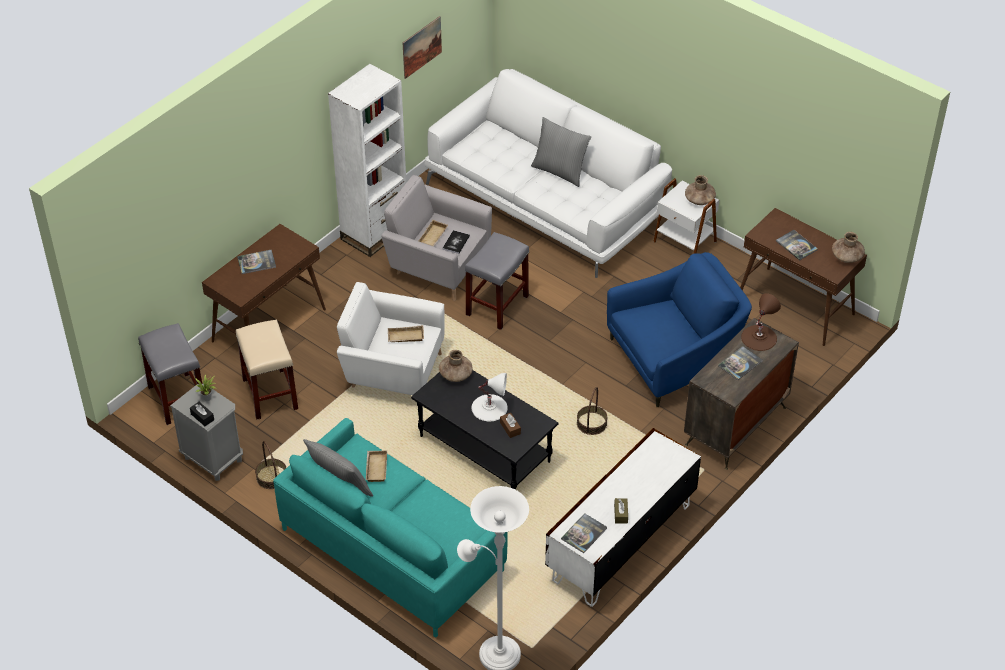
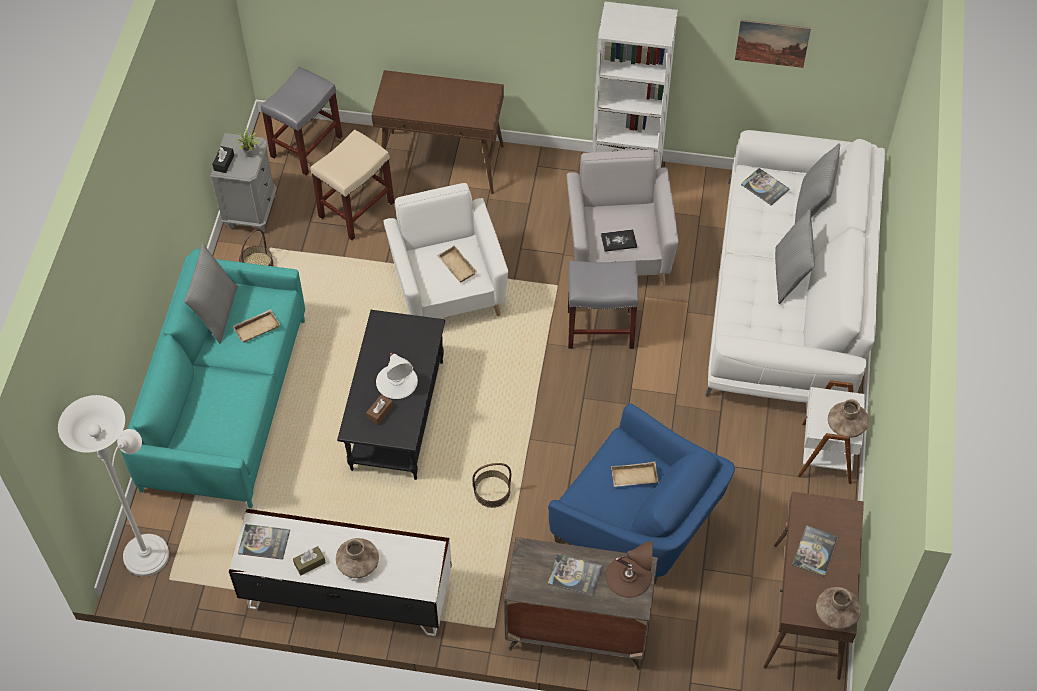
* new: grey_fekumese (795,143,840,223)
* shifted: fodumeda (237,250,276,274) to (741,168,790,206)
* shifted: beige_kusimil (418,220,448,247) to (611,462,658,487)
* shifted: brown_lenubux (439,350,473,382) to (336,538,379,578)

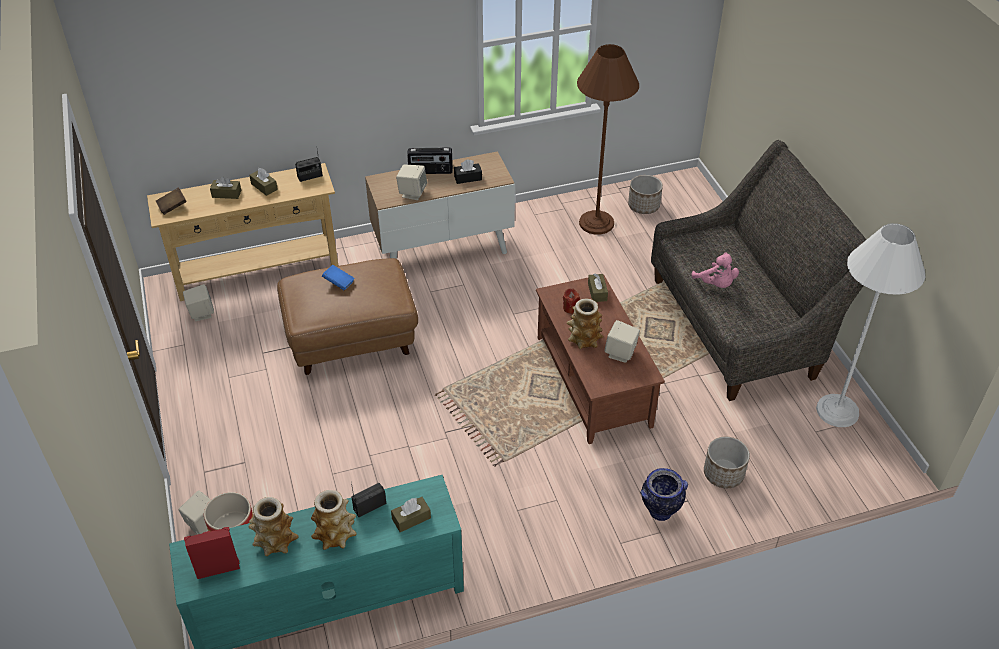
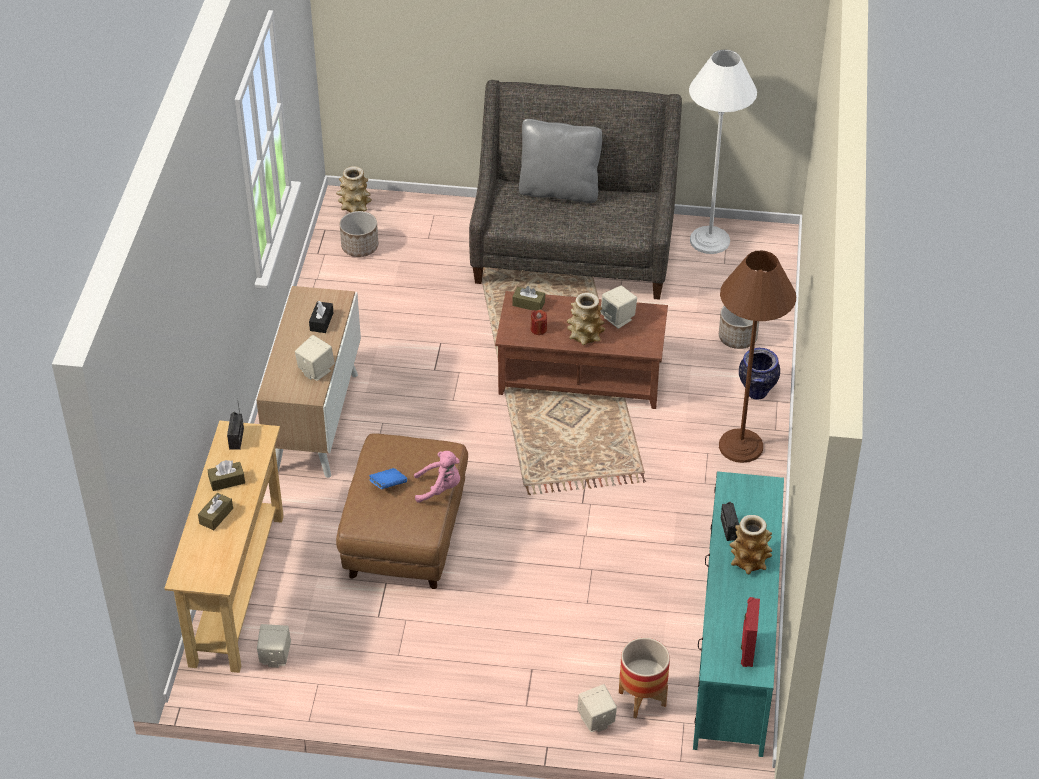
* gone: brown_fodumeda (156,188,187,215)
* gone: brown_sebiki (391,497,431,532)
* gone: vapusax (407,148,453,174)
* new: grey_fekumese (519,119,602,203)
* shifted: lenubux (248,497,299,556) to (336,166,372,212)
* shifted: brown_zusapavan (577,44,639,235) to (719,250,796,463)
* shifted: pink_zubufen (691,253,739,288) to (414,451,460,503)

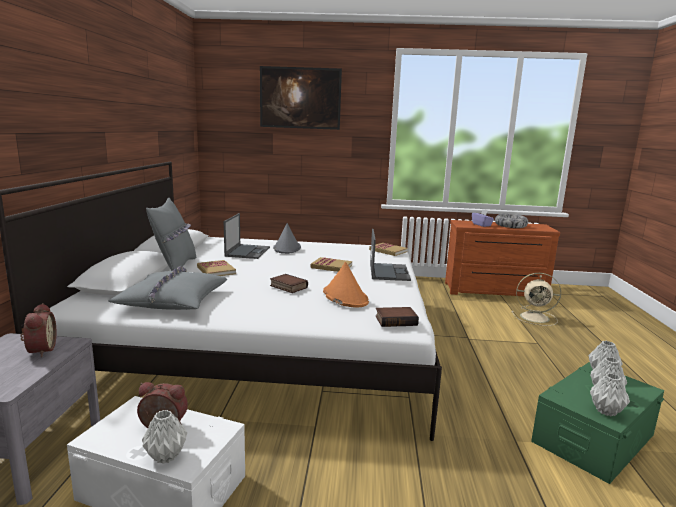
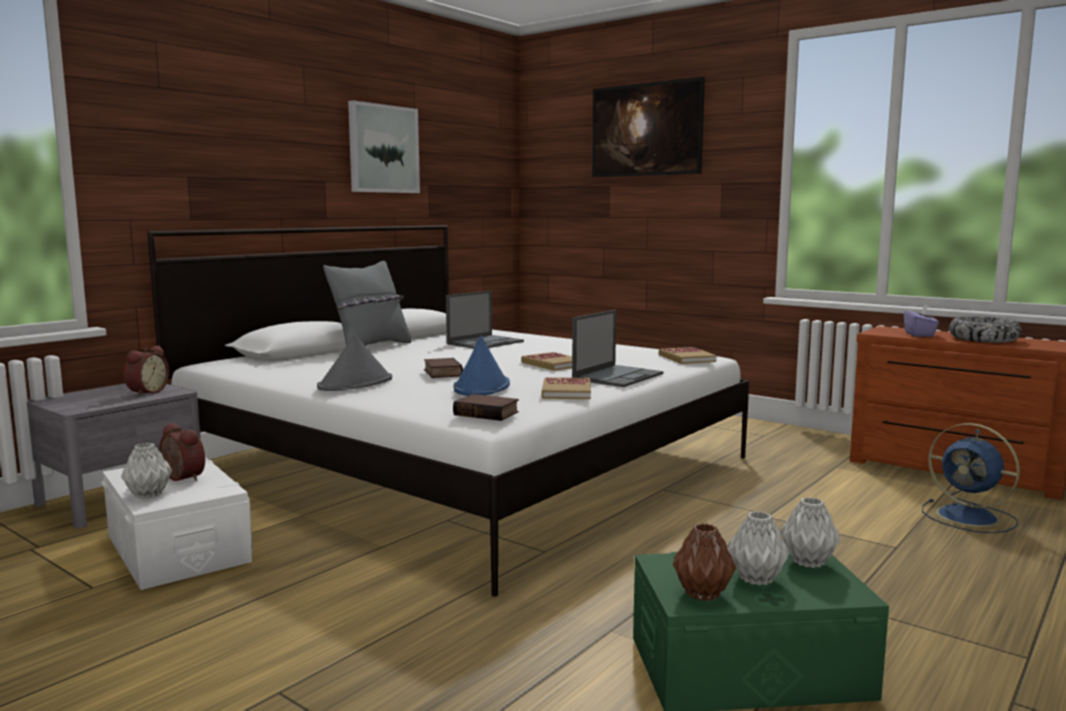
* gone: grey_fekumese (108,266,227,310)
* new: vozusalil (348,100,420,193)
* shifted: fodumeda (197,260,236,276) to (541,377,591,399)
* shifted: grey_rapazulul (273,223,301,254) to (317,334,392,391)
* repainted: orange_rapazulul (323,262,369,308) to blue_rapazulul (453,336,510,396)
* repainted: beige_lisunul (512,273,561,326) to blue_lisunul (922,423,1020,533)
* repainted: grey_lenubux (590,373,630,417) to brown_lenubux (673,523,736,601)

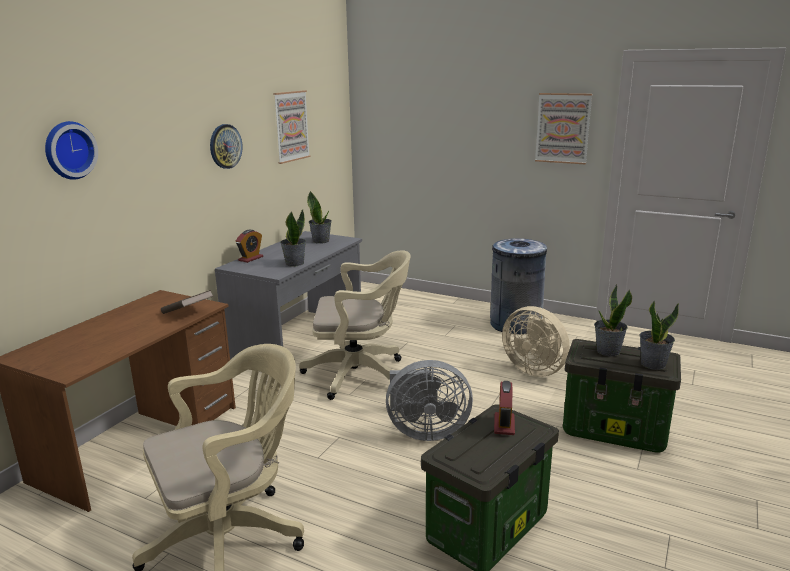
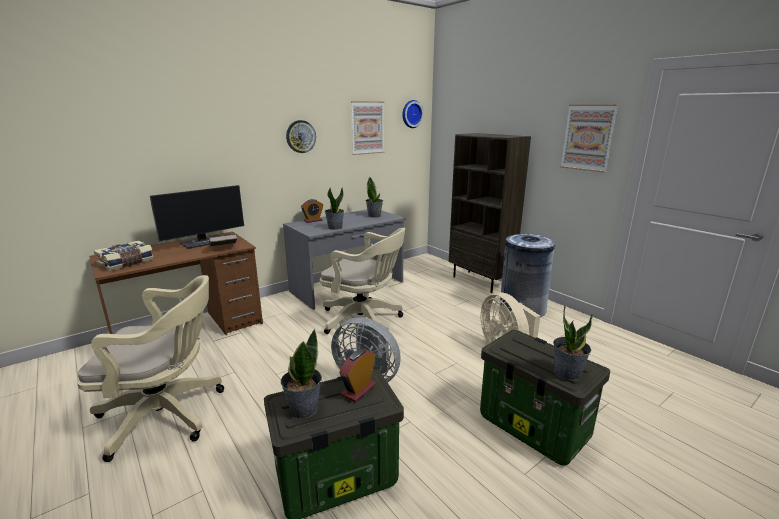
* new: fodumeda (94,241,154,271)
* new: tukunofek (150,185,244,249)
* new: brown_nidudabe (449,133,531,293)
* shifted: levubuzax (45,121,98,180) to (402,100,424,128)
* shifted: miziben (594,284,632,357) to (281,329,322,418)

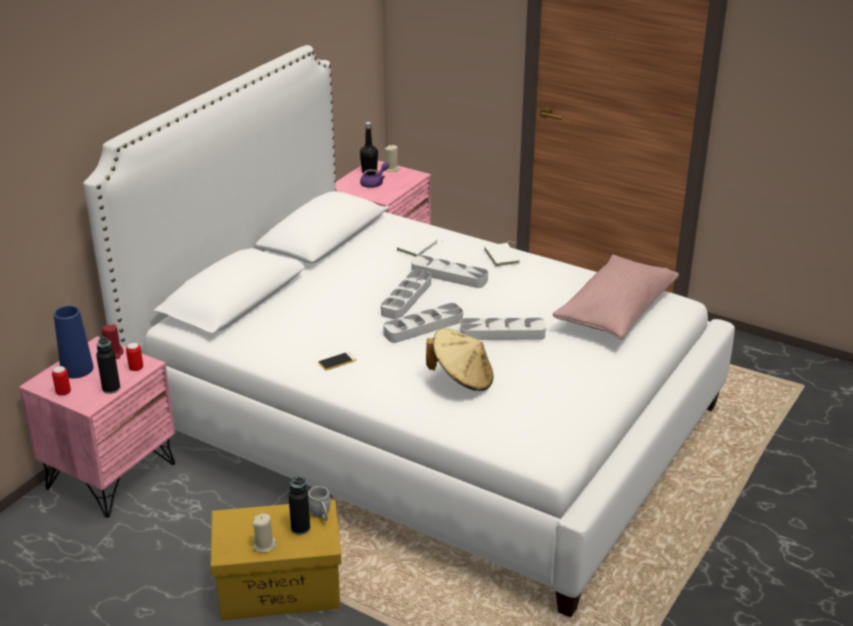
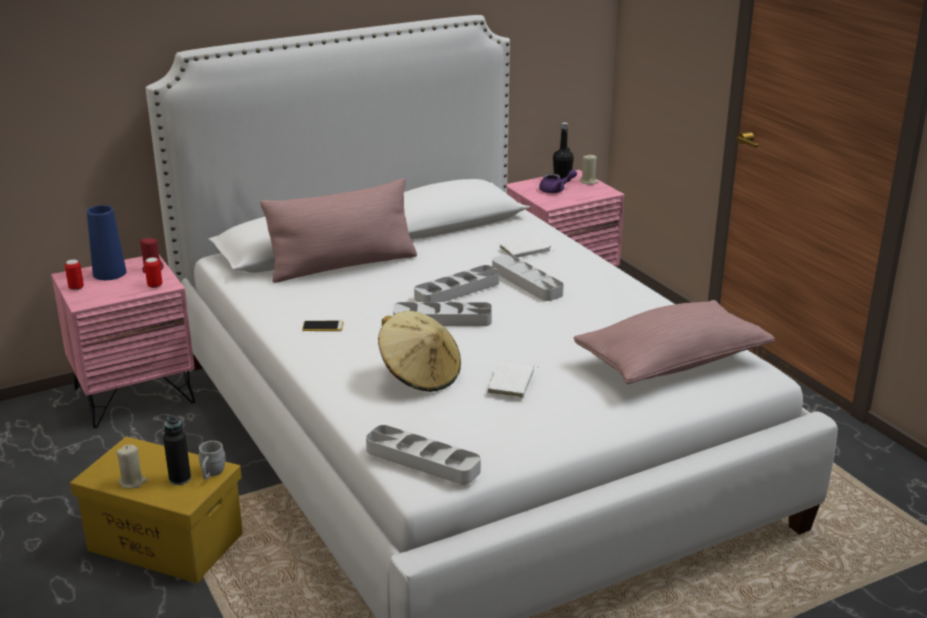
* gone: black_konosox (96,337,120,394)
* new: pink_fekumese (260,178,417,283)
* shifted: grey_kusimil (460,318,546,340) to (366,425,481,485)
* shifted: white_fodumeda (484,242,520,267) to (487,363,545,398)

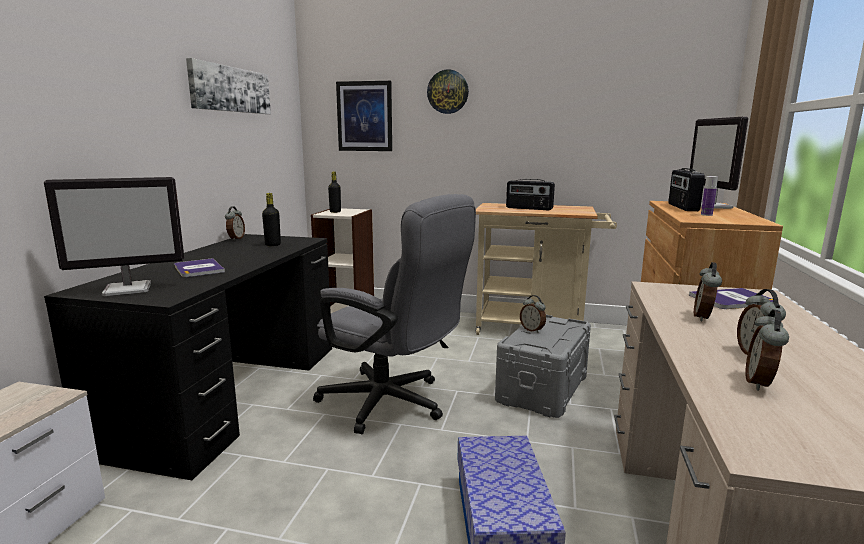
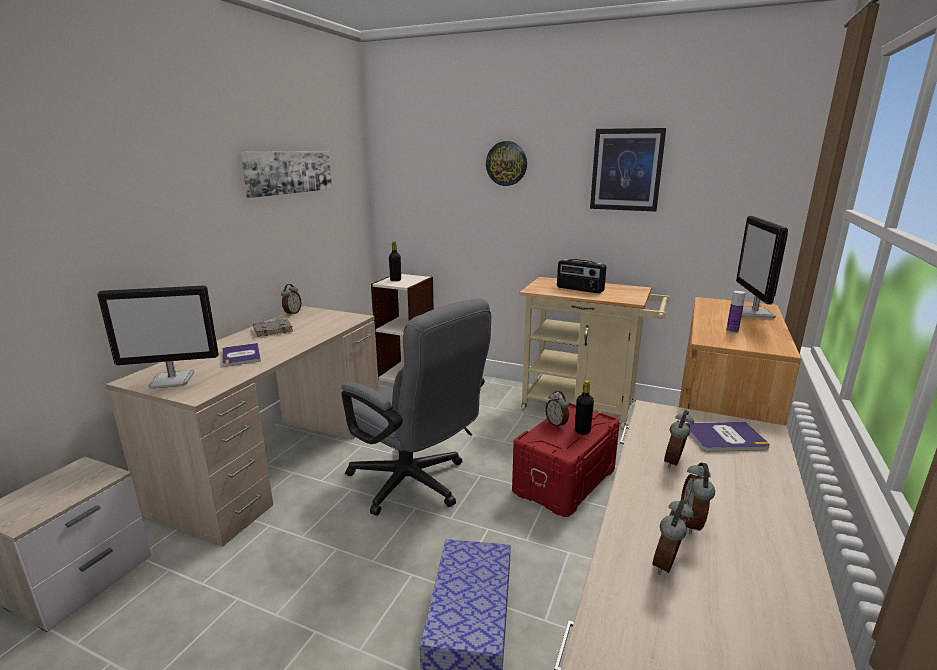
* gone: vapusax (668,168,705,211)
* new: grey_fodumeda (253,319,293,337)
* shifted: black_konosox (262,193,281,246) to (575,380,594,435)
* shifted: vozusalil (336,81,392,151) to (590,128,666,212)
* repainted: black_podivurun (44,234,332,480) to beige_podivurun (106,306,379,547)
* repainted: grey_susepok (495,315,591,418) to red_susepok (512,403,620,517)

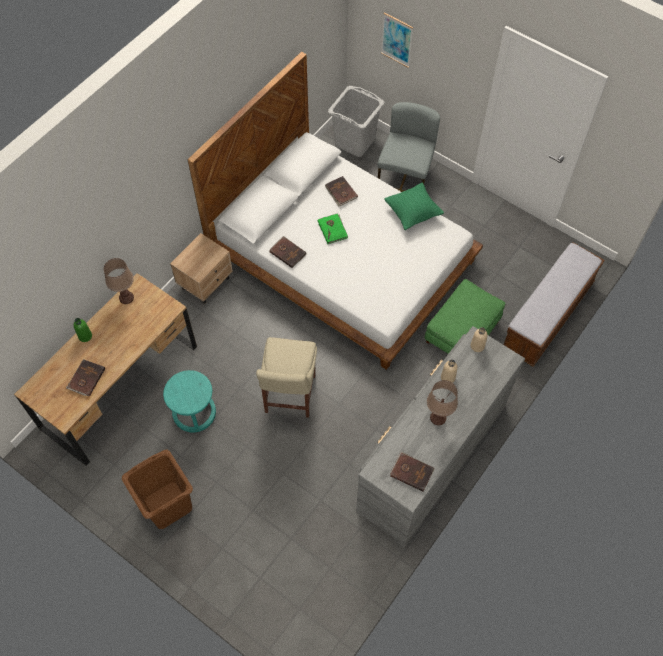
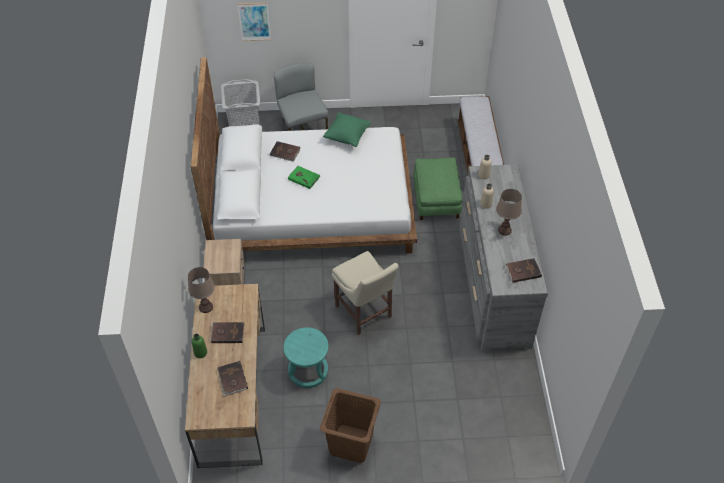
* shifted: brown_fodumeda (269,236,306,268) to (210,322,244,343)

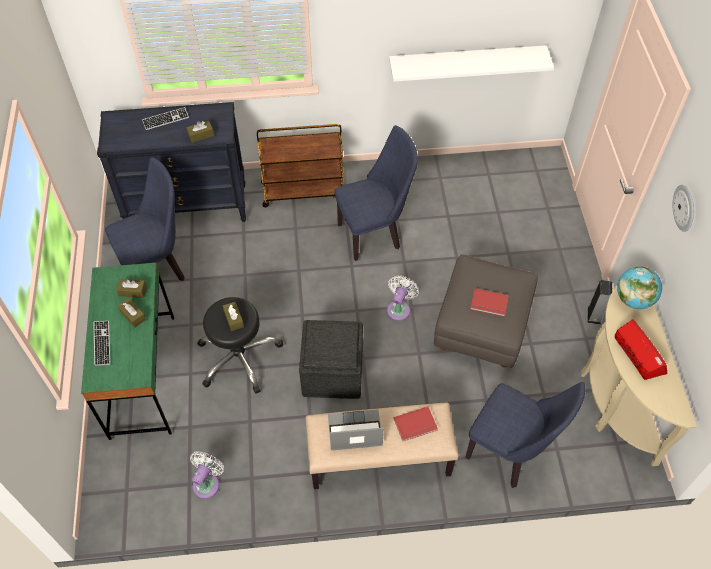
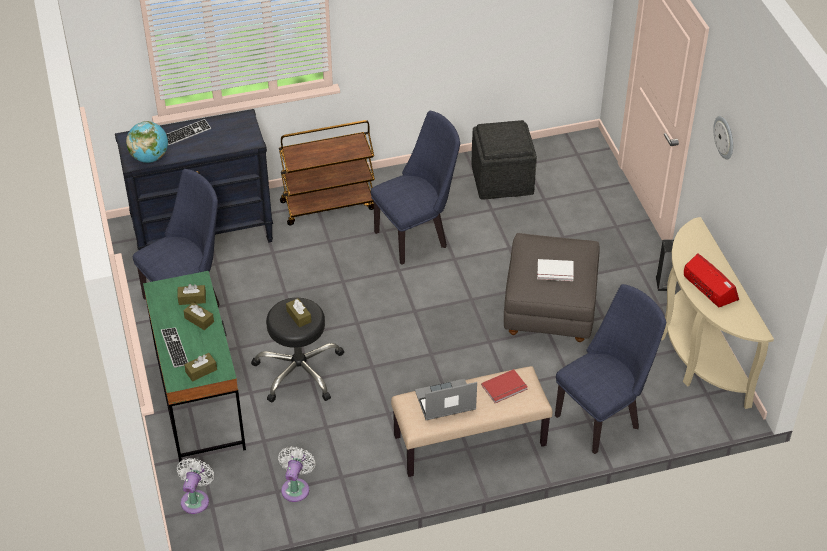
* gone: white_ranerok (389,45,554,82)
* shifted: brown_sebiki (186,121,214,143) to (184,353,217,382)
* shifted: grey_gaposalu (299,320,363,399) to (471,120,537,200)
* shifted: white_lisunul (387,276,419,321) to (177,458,214,514)
* shifted: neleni (617,266,662,309) to (126,121,168,163)
* repainted: red_fodumeda (470,288,509,316) to white_fodumeda (537,259,574,281)
* rotated: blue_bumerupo (465,382,585,488) = (555,284,666,454) 60 degrees counterclockwise

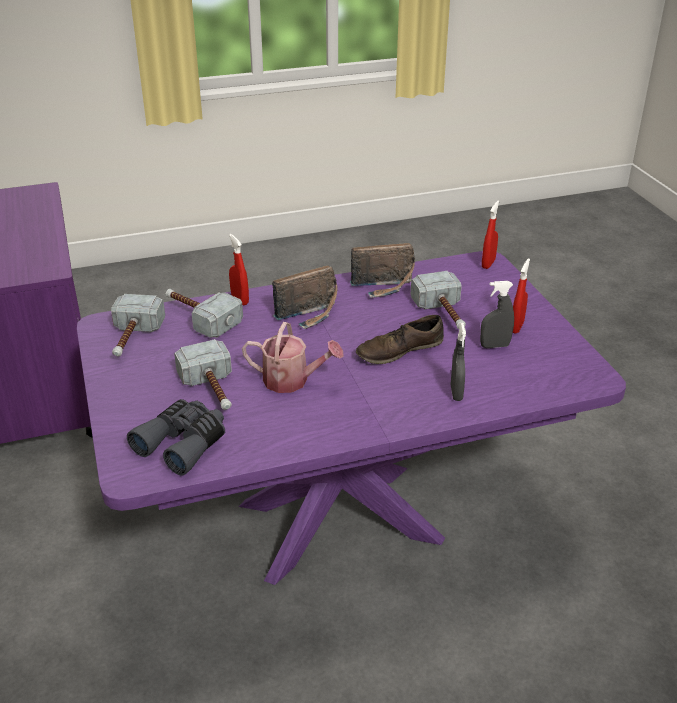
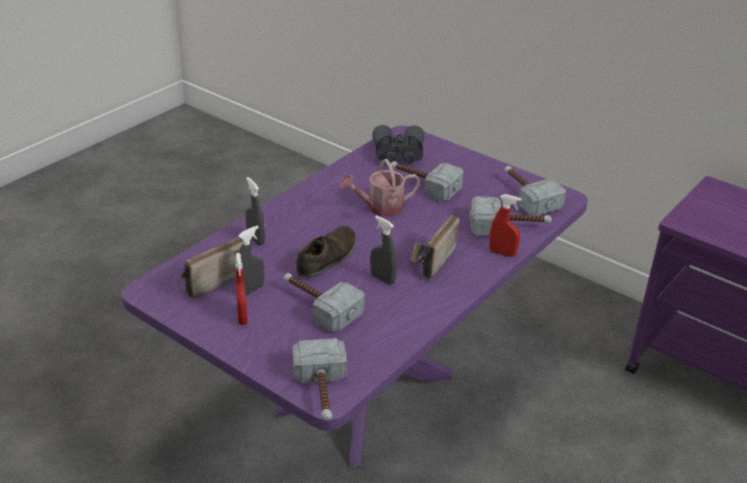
* new: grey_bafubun (370,216,397,285)
* shifted: vapusax (350,243,415,298) to (181,238,243,298)
* swapped: red_bafubun (482,201,499,269) to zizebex (293,338,347,420)

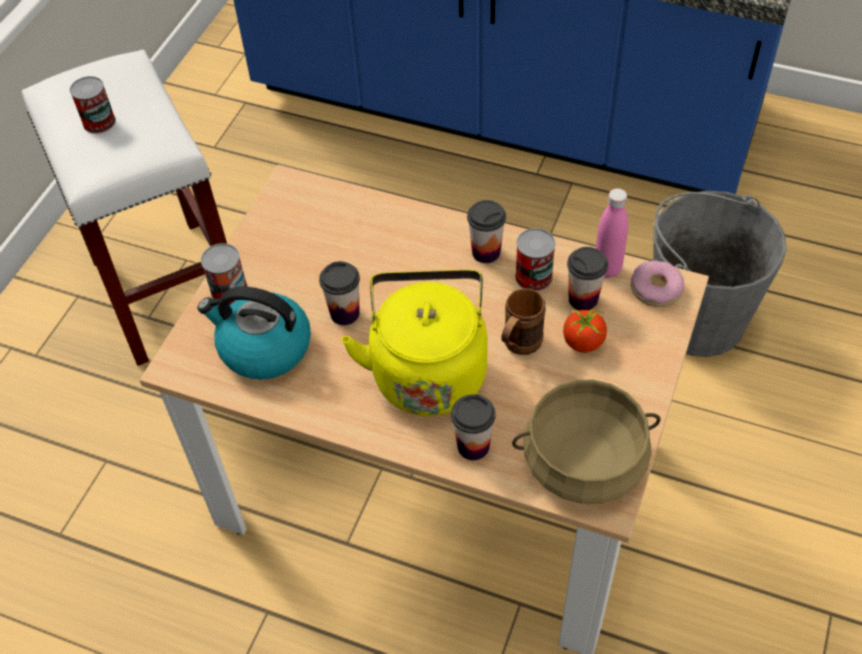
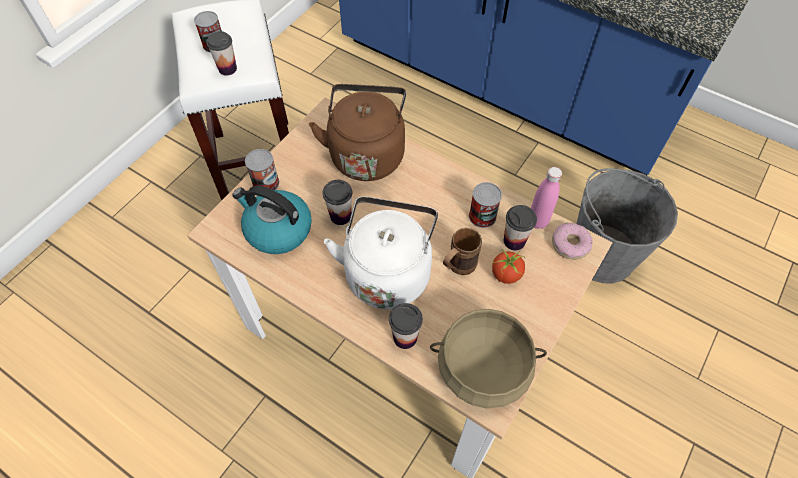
* new: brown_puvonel (309,84,406,181)
* shifted: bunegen (467,200,506,263) to (206,31,237,75)
* repainted: yellow_puvonel (341,270,488,416) to white_puvonel (324,196,438,309)

